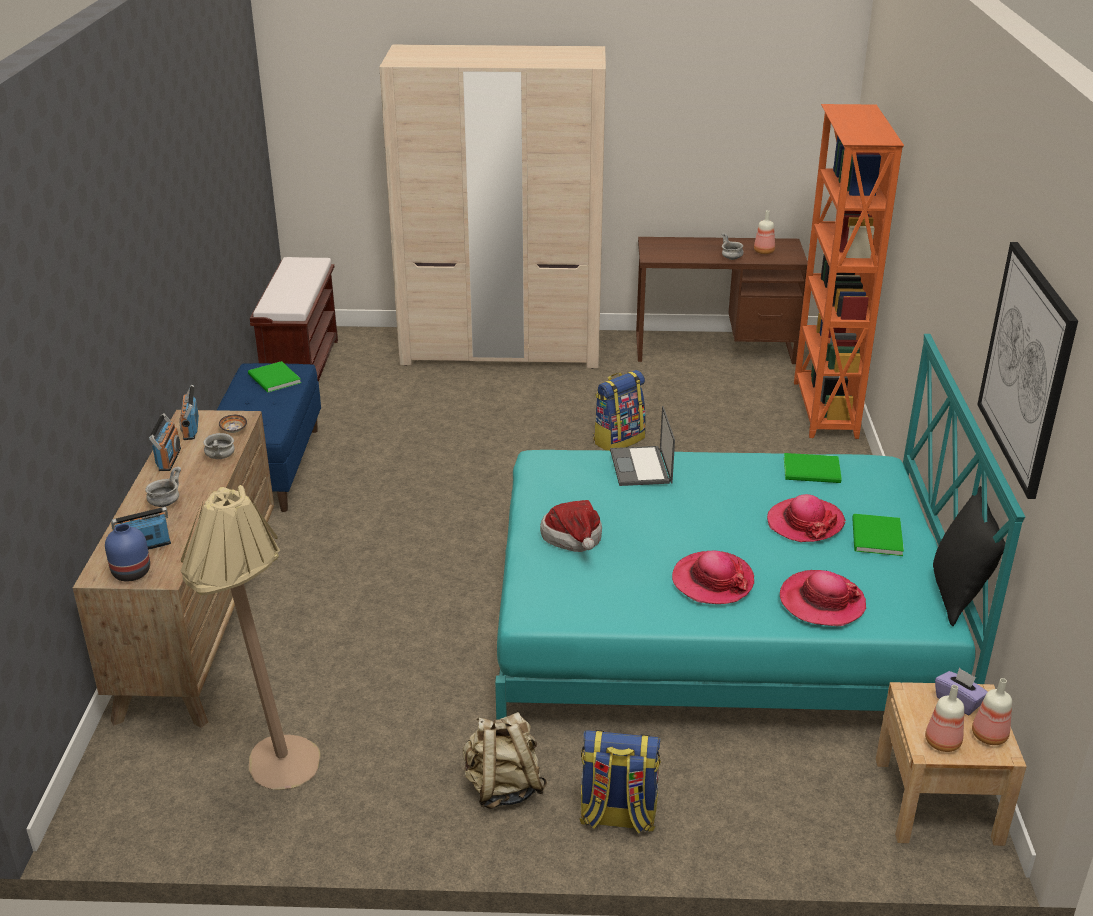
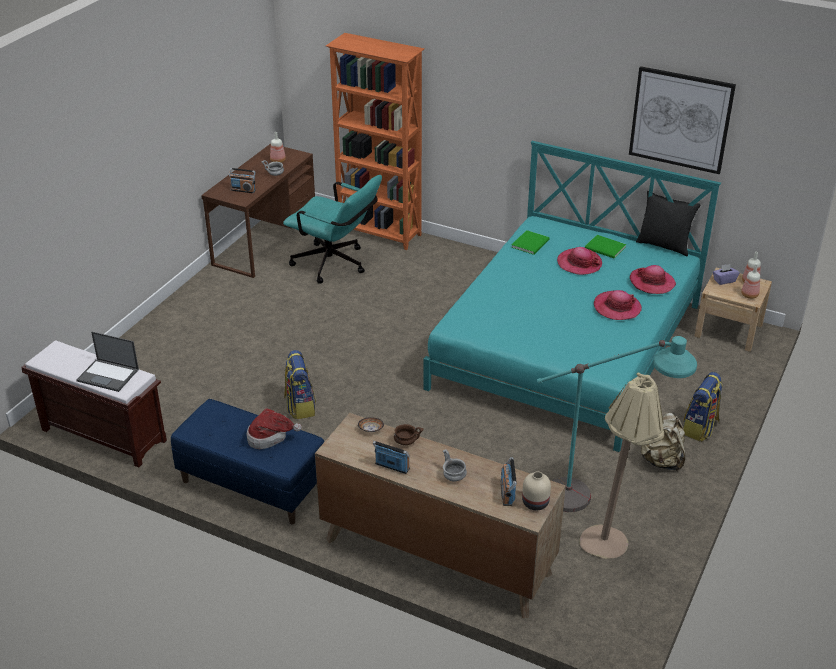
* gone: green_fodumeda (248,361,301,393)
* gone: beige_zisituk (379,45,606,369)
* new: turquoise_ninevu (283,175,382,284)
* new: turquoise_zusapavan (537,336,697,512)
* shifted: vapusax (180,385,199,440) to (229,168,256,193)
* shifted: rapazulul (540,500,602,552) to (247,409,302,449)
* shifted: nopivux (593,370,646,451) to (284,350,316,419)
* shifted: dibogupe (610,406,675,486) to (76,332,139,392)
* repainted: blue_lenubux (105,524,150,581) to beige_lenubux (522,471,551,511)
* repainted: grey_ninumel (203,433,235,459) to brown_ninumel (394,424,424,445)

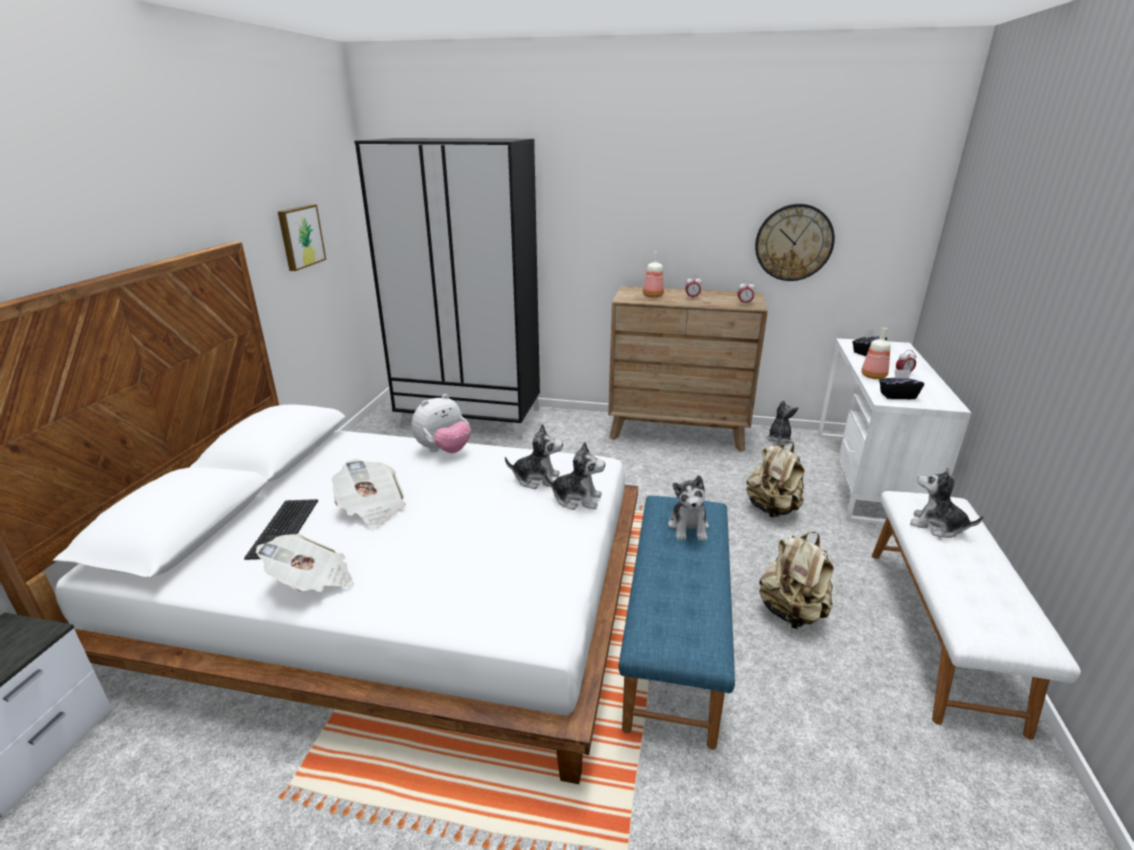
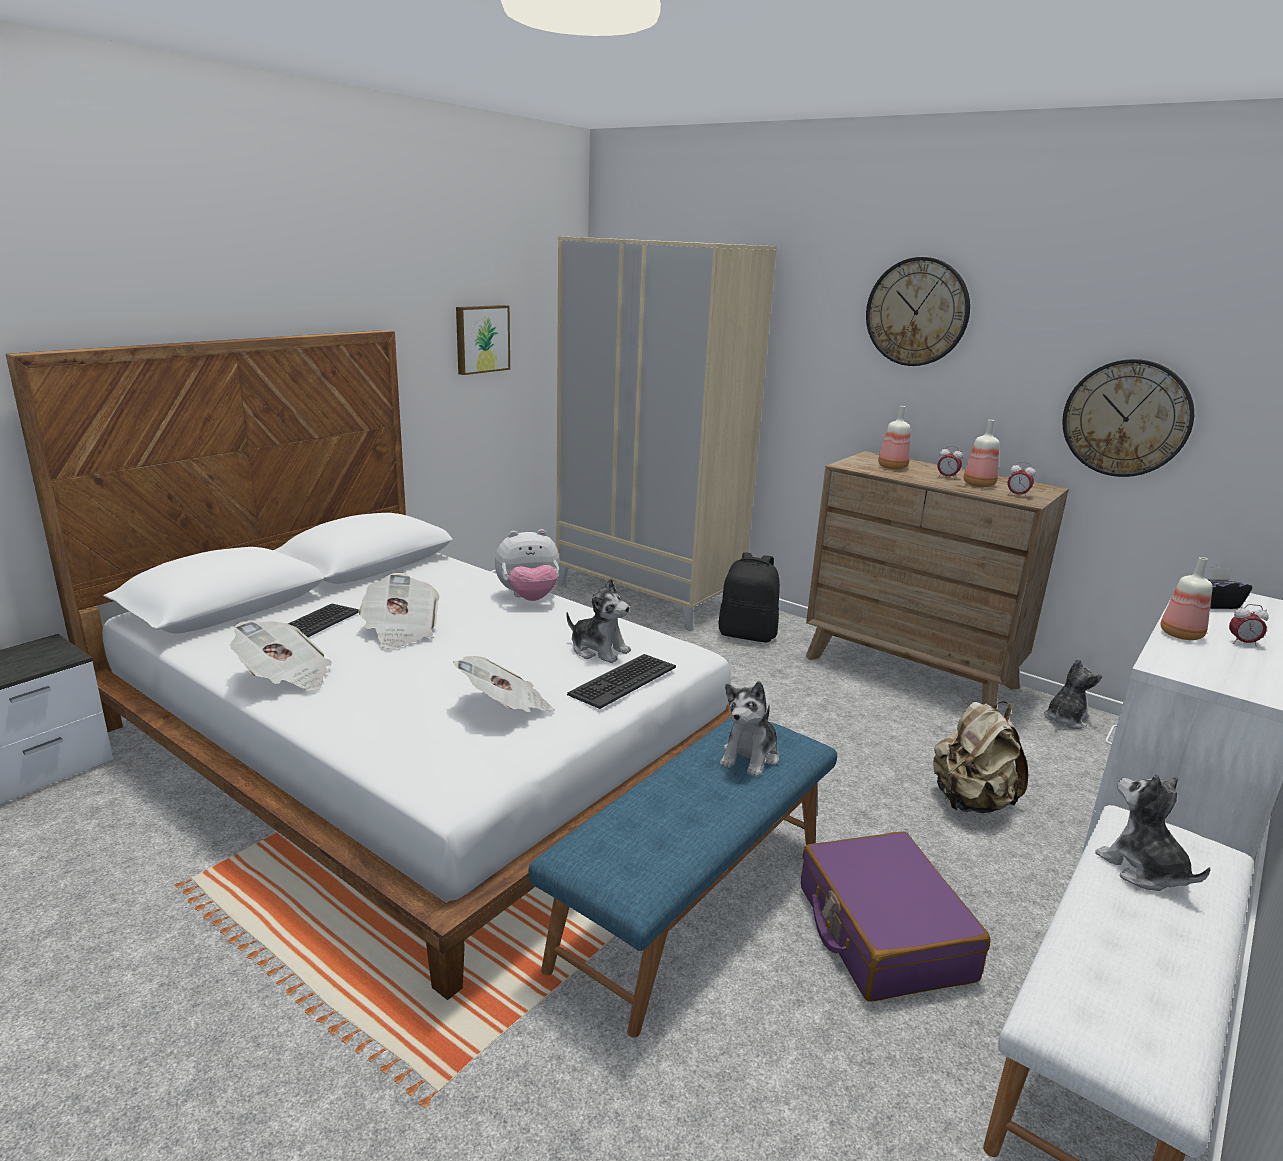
* gone: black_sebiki (879,369,924,399)
* new: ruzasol (453,656,556,712)
* new: black_nopivux (719,553,780,643)
* new: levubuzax (866,257,970,366)
* new: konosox (963,420,999,487)
* swapped: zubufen (544,442,605,510) to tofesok (567,654,676,709)
* swapped: beige_nopivux (759,532,834,629) to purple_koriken (801,832,991,1002)
* repainted: black_zisituk (354,138,540,440) to beige_zisituk (556,236,777,631)

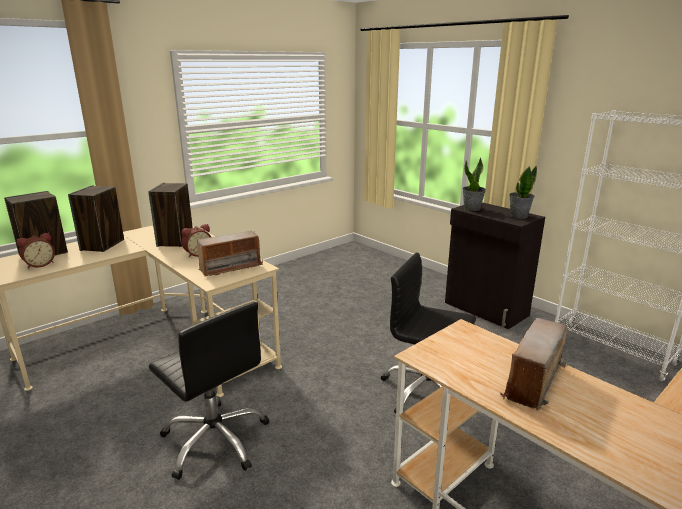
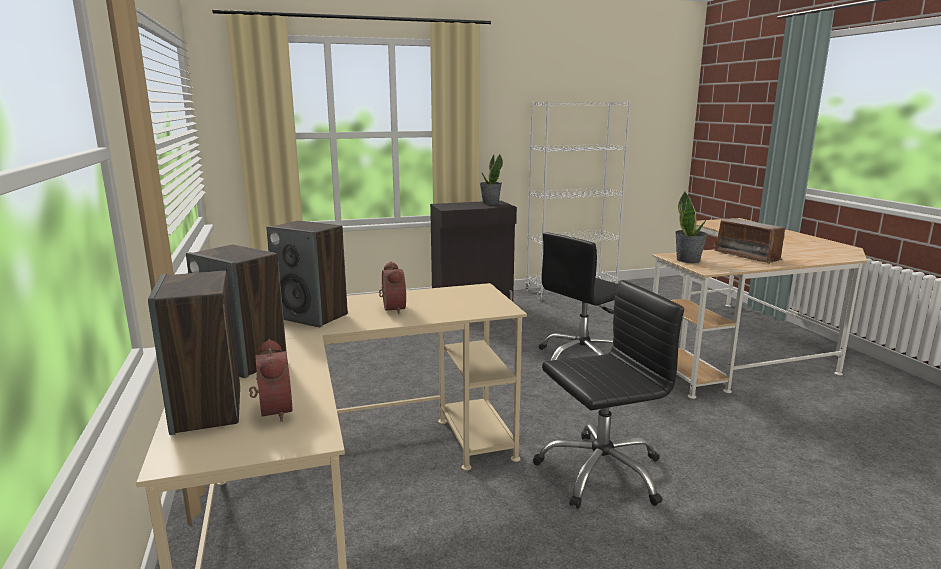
* gone: vapusax (197,231,263,277)
* shifted: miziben (463,157,486,211) to (675,191,708,263)

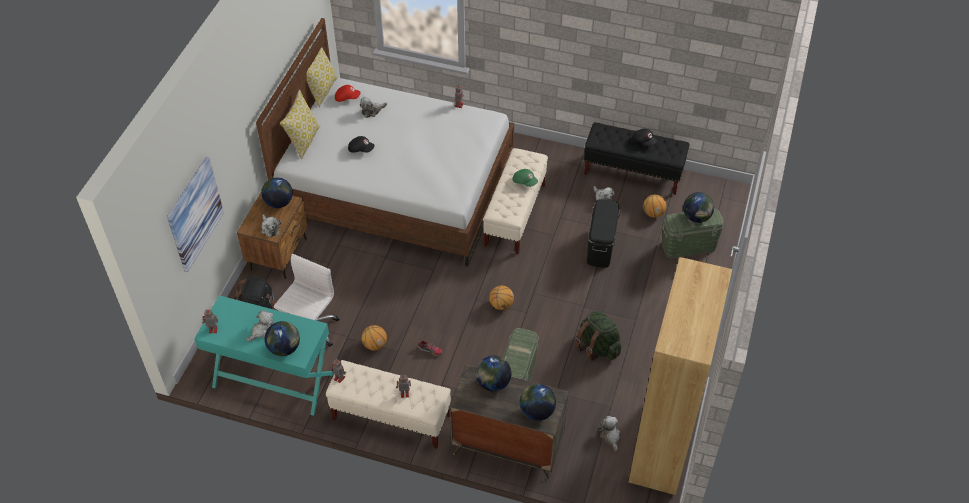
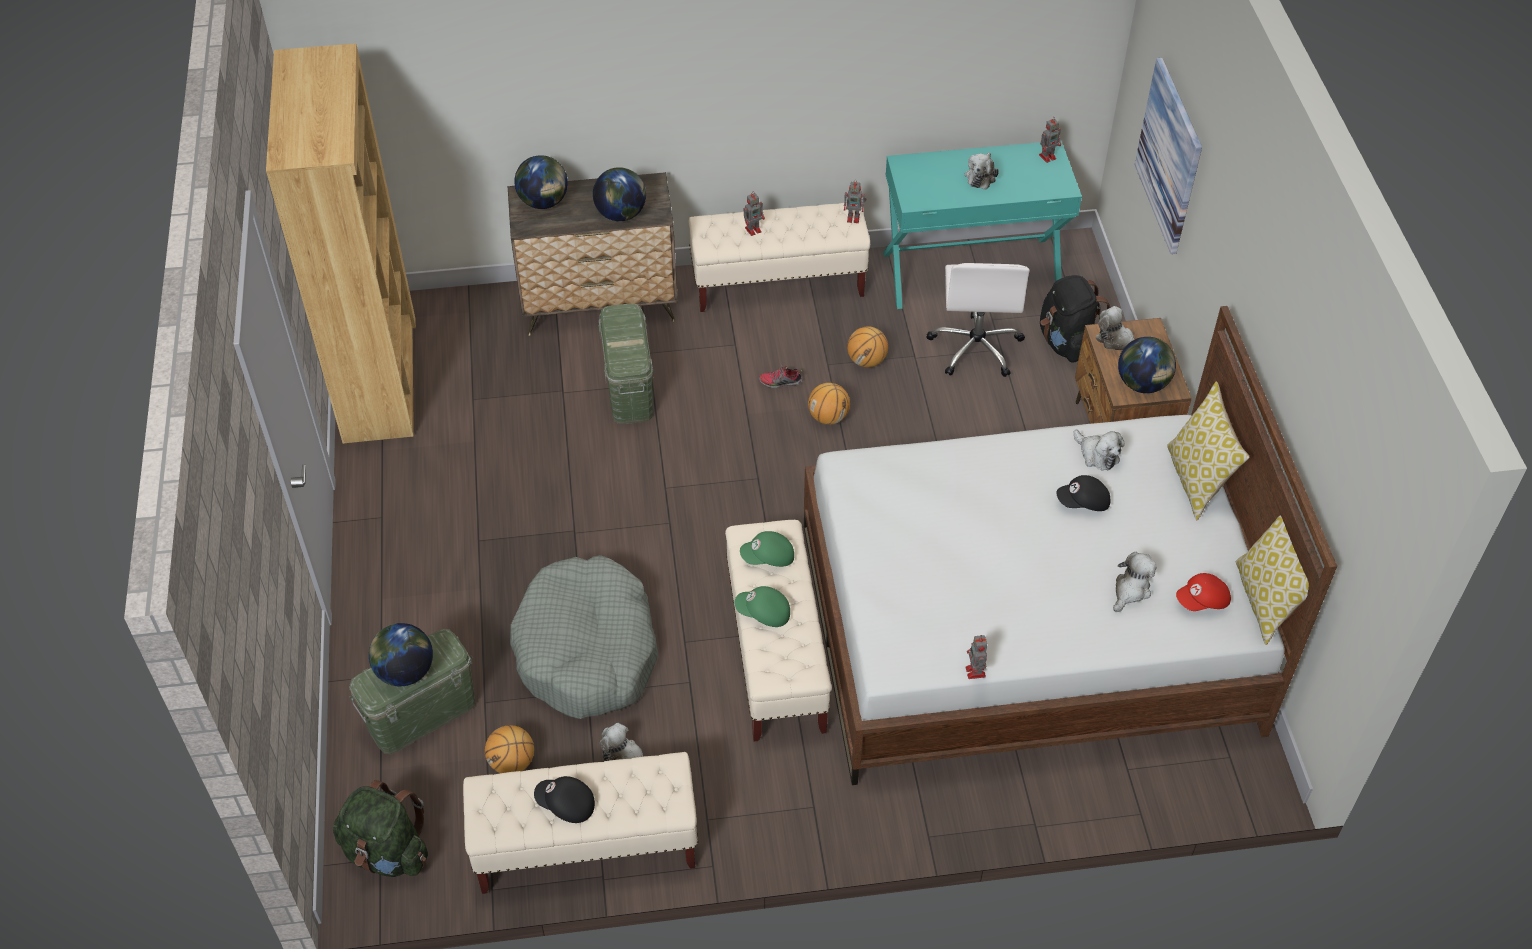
* gone: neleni (265,321,300,356)
* new: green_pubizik (740,531,794,567)
* shifted: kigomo (489,286,514,310) to (808,383,850,425)
* shifted: green_nopivux (575,310,621,361) to (333,780,428,877)
* shifted: zubufen (599,416,620,451) to (1074,430,1125,471)
* swapped: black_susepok (587,199,620,268) to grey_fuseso (510,555,658,719)
* repainted: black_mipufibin (584,122,689,195) to beige_mipufibin (463,752,699,894)

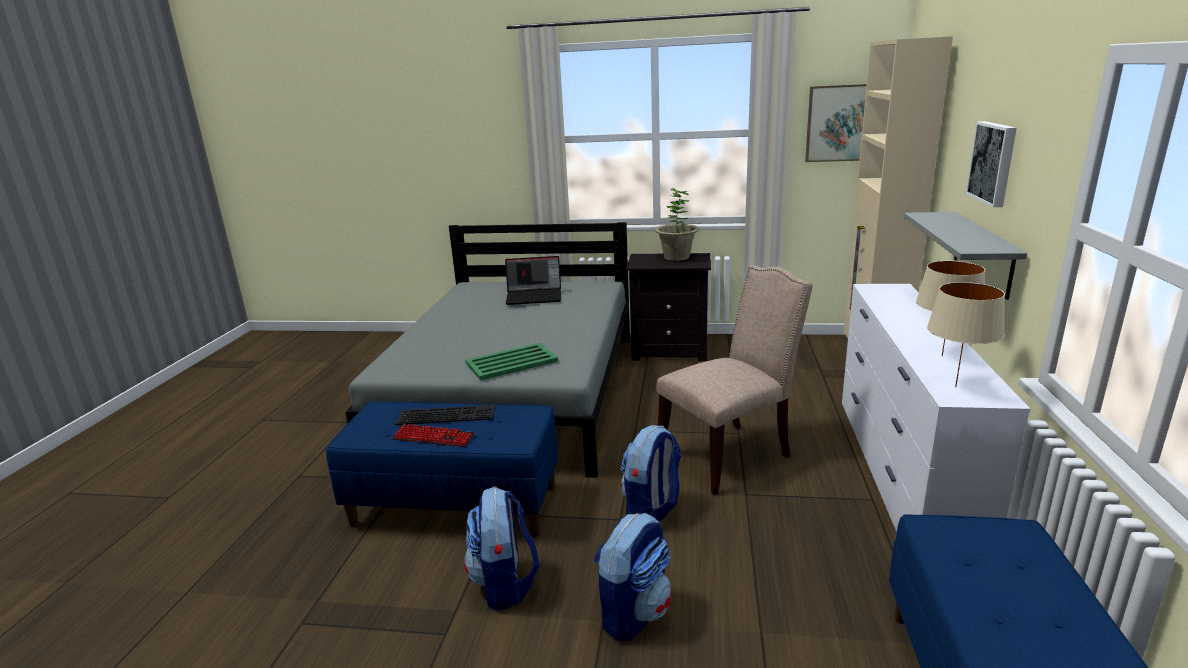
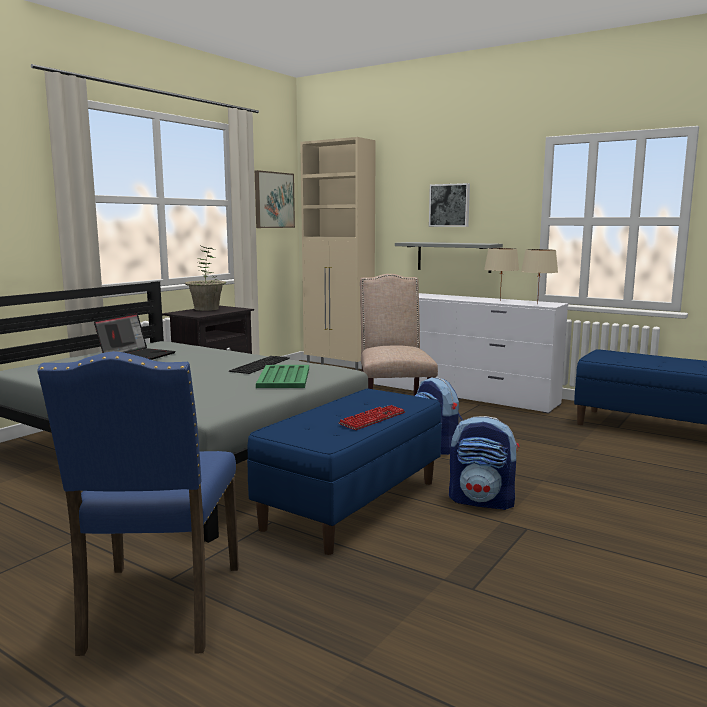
* gone: nopivux (594,513,672,641)
* new: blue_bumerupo (37,351,239,656)
* shifted: tofesok (395,405,495,425) to (229,356,290,374)

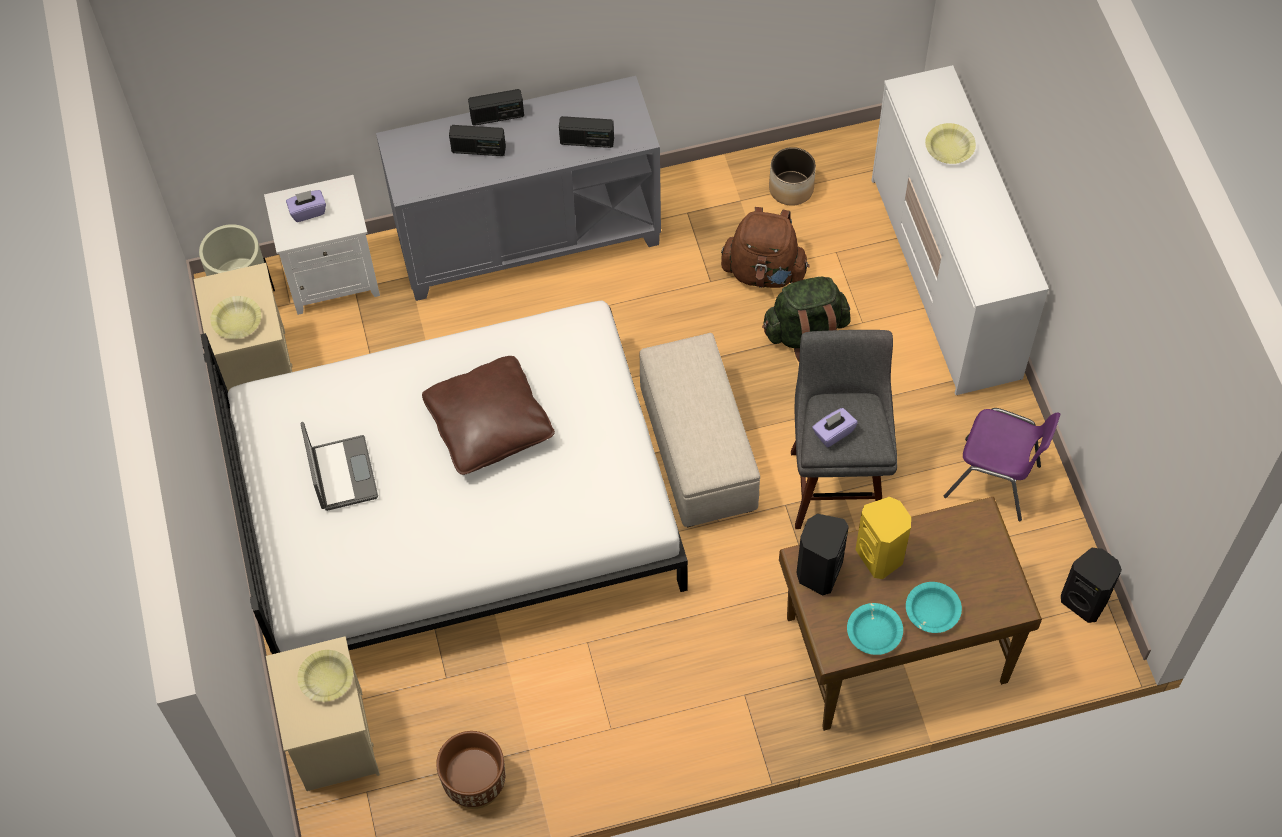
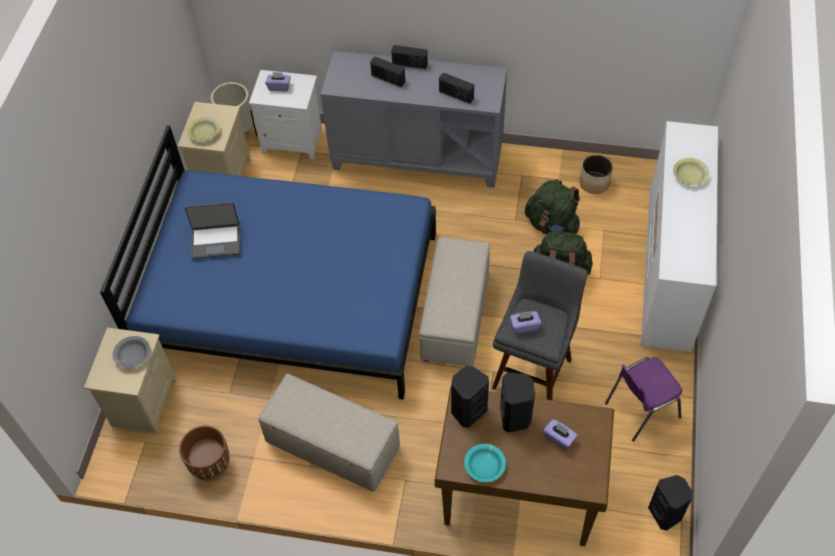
* gone: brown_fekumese (422,356,555,475)
* gone: turquoise_ninumel (906,582,962,633)
* new: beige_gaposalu (258,374,400,491)
* new: purple_sebiki (543,419,577,450)
* repainted: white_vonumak (200,301,688,654) to blue_vonumak (100,125,436,400)
* repainted: yellow_ninumel (298,650,353,702) to grey_ninumel (112,336,150,369)
* repainted: brown_nopivux (721,207,810,288) to green_nopivux (525,179,580,235)
* repainted: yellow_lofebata (855,497,911,579) to black_lofebata (500,373,535,433)
* rotated: dibogupe (301,422,378,511) = (185,202,240,259) 75 degrees clockwise
* rotated: purple_bumerupo (944,408,1060,521) = (605,357,682,442) 105 degrees clockwise

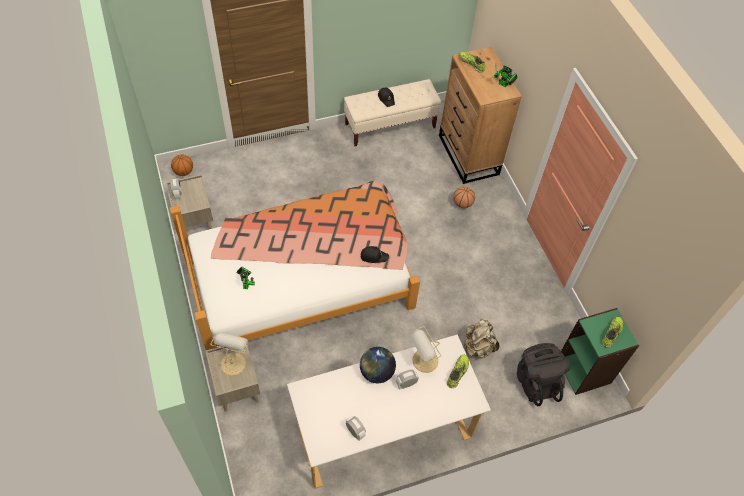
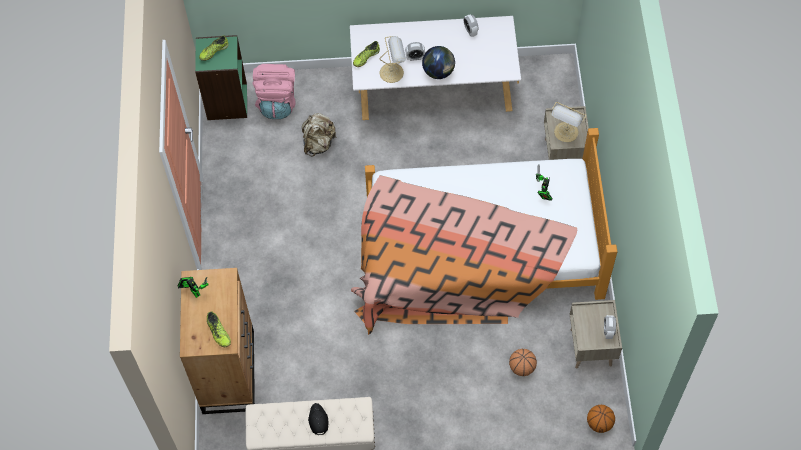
* gone: black_pubizik (360,246,389,263)
* shifted: kigomo (453,186,475,208) to (509,349,537,376)
* repainted: black_nopivux (517,343,570,406) to pink_nopivux (252,64,296,119)

